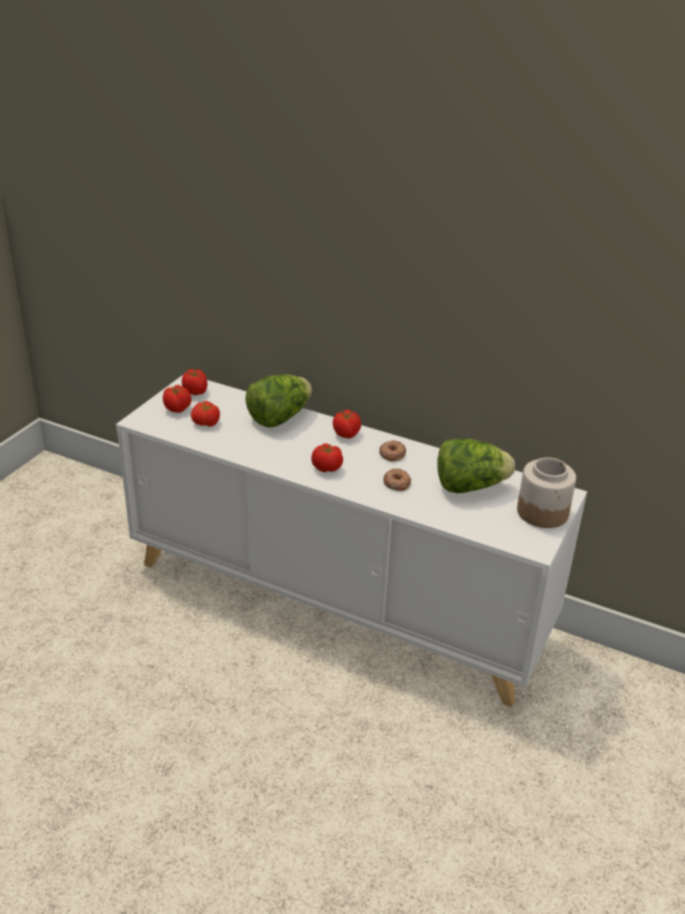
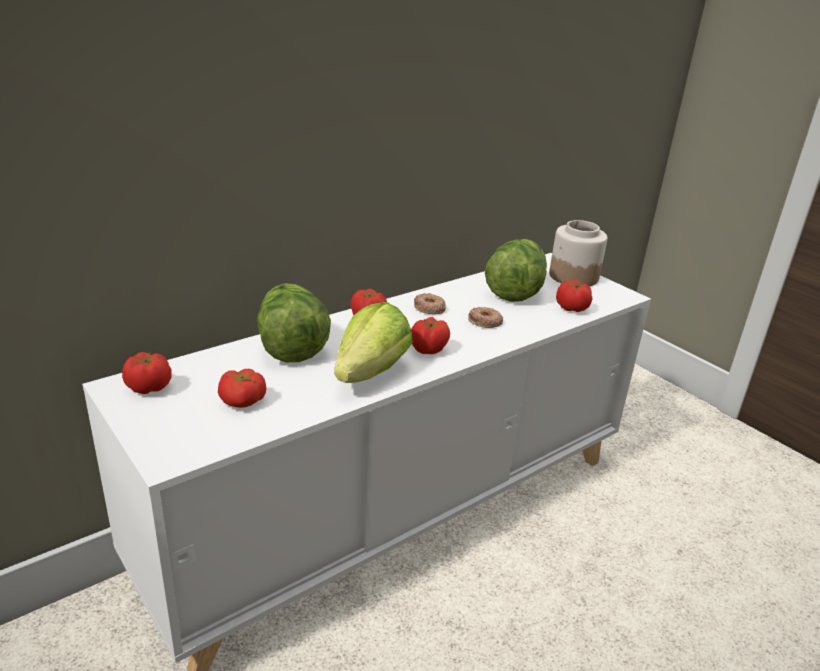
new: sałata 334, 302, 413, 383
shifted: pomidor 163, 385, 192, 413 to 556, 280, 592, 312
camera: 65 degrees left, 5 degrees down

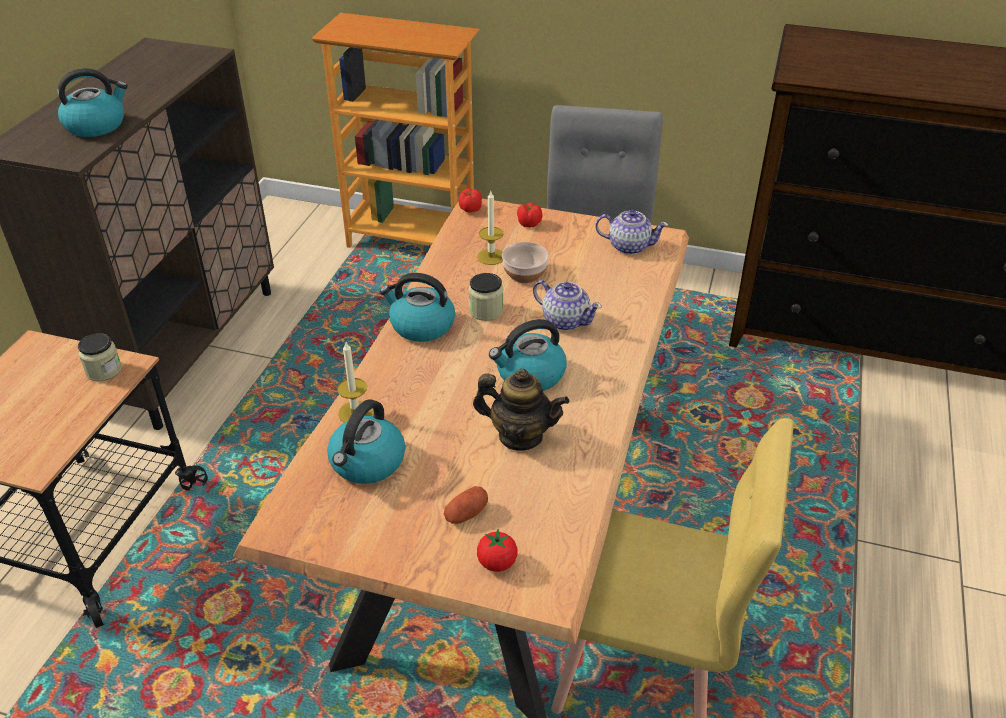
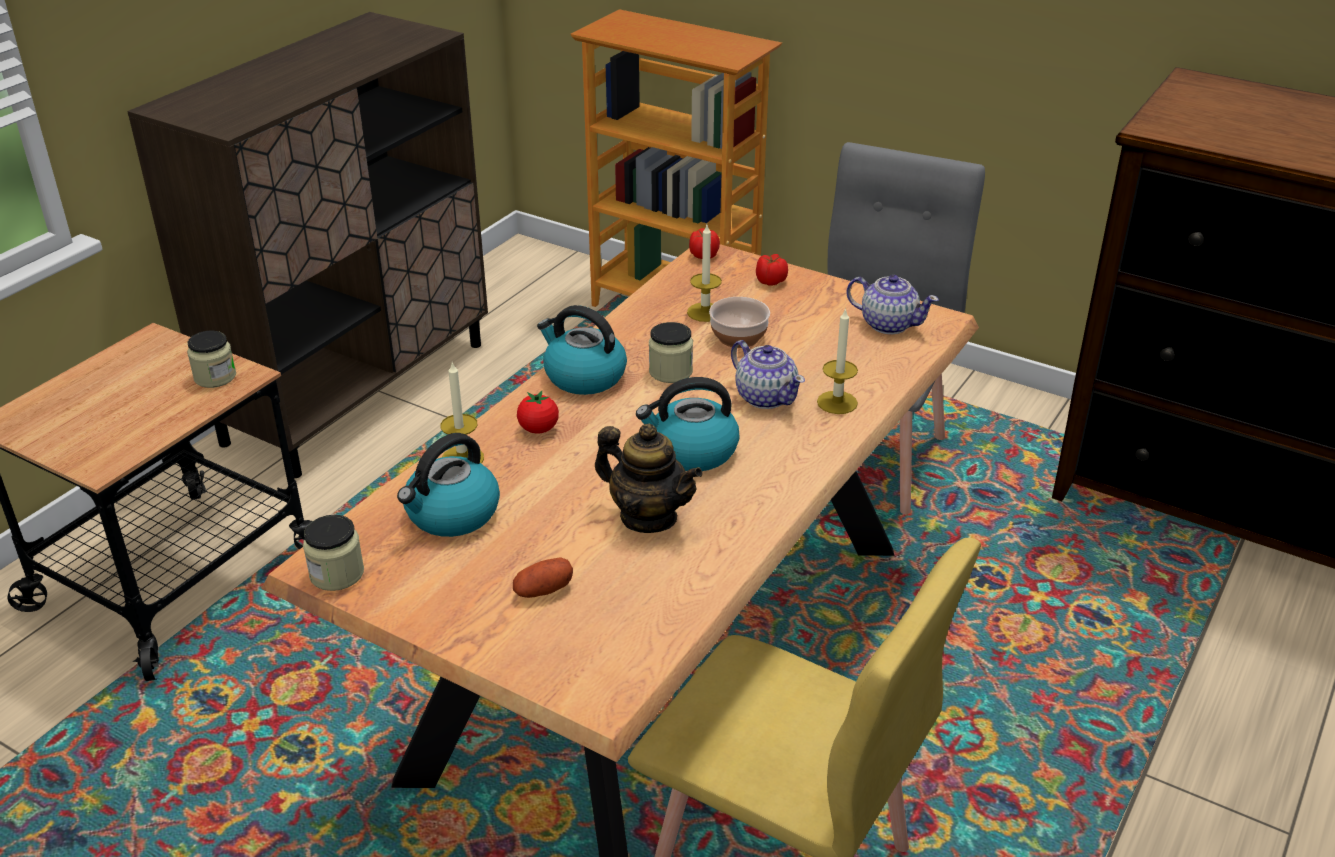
gone: czajnik 58, 68, 128, 137
new: słoik 303, 515, 364, 591; świeca 817, 308, 858, 414
shifted: pomidor 477, 529, 517, 572 to 517, 391, 559, 434
camera: 15 degrees right, 5 degrees down

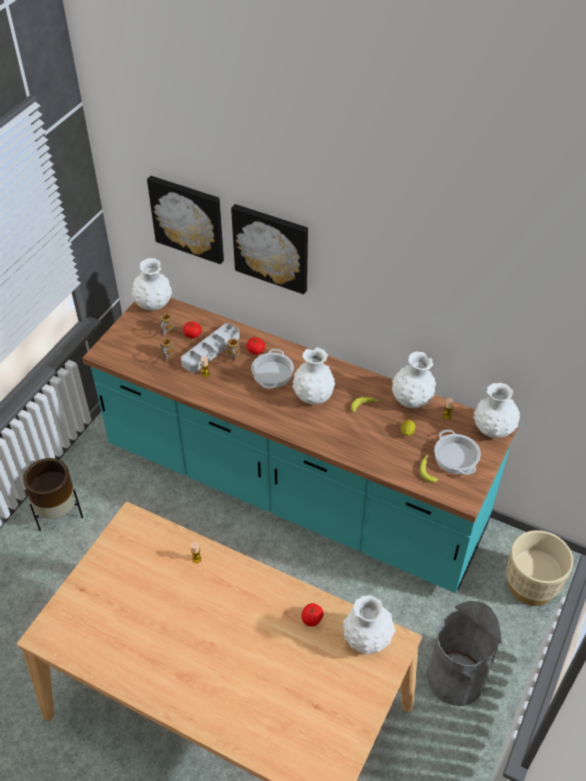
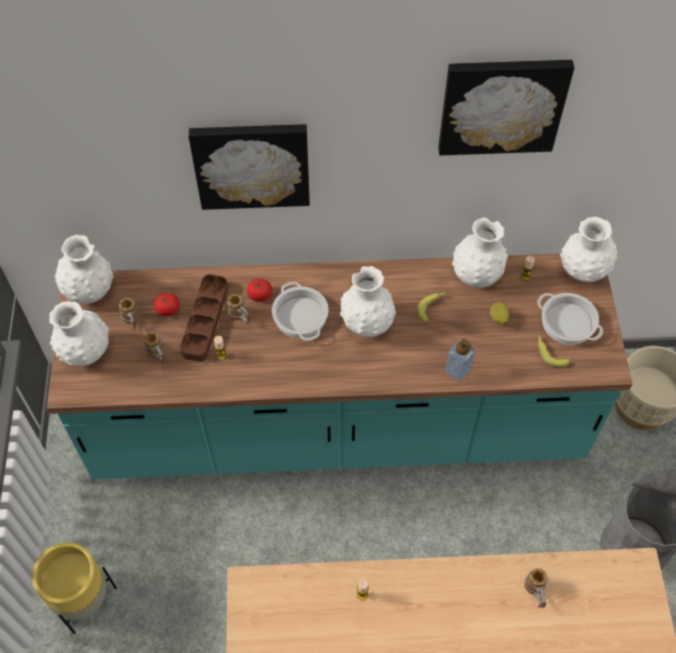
new: dozownik mydła 445, 339, 475, 381
shifted: wazon/biały 343, 595, 395, 654 to 49, 301, 109, 366; obraz 147, 176, 224, 264 to 438, 60, 574, 155
swapped: pomidor 302, 603, 324, 627 to kubek 524, 568, 548, 608
repainted: donica/brązowy 23, 458, 83, 531 to donica/żółty 32, 542, 117, 634; taca/szary 181, 323, 240, 373 to taca/brązowy 180, 274, 228, 362
camera: 30 degrees left, 10 degrees up

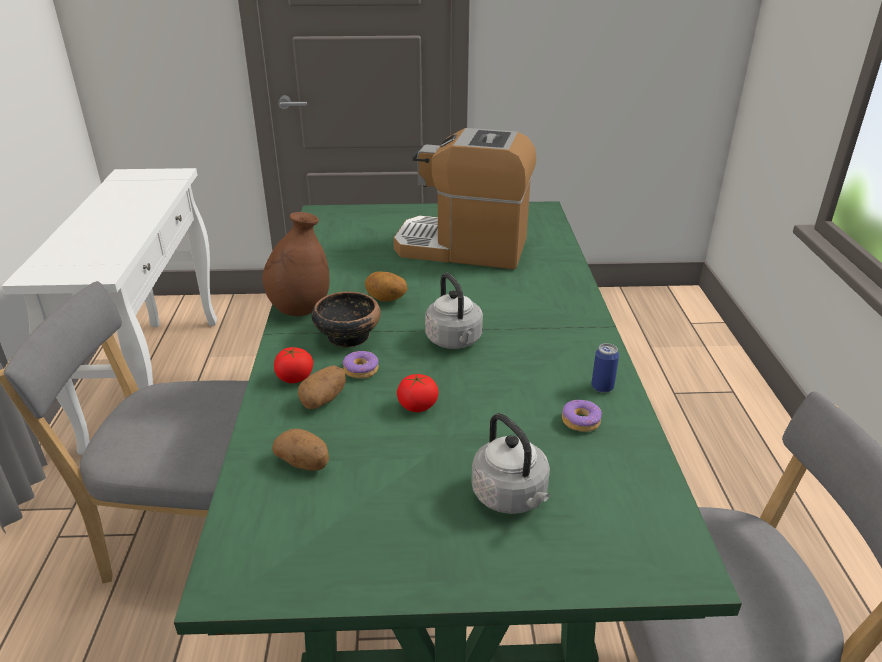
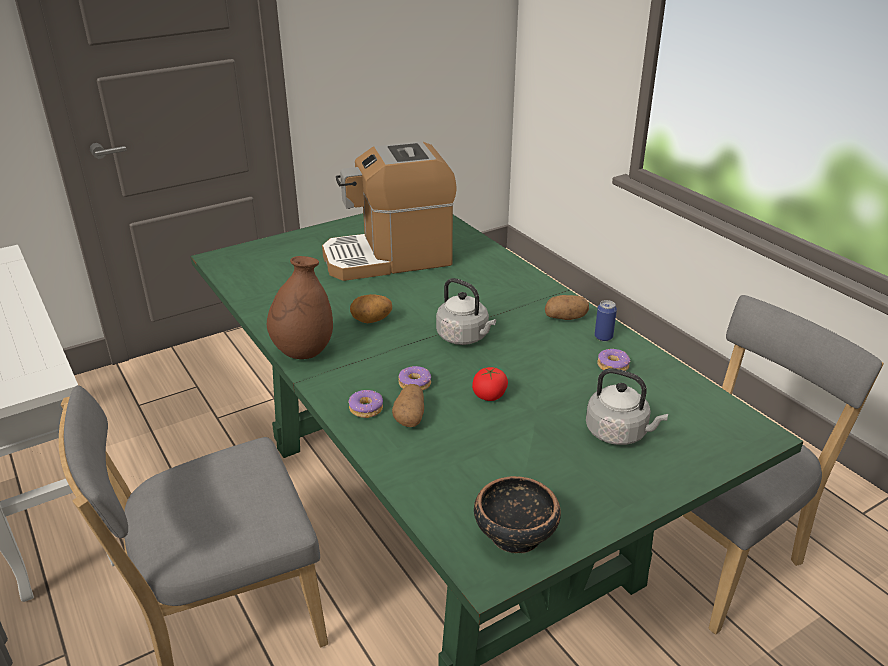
shifted: miska 312, 292, 381, 347 to 474, 476, 561, 553; ziemniak 272, 429, 329, 471 to 545, 295, 589, 320
swapped: pomidor 274, 347, 313, 383 to donut 348, 390, 383, 418
camera: 30 degrees left, 0 degrees up

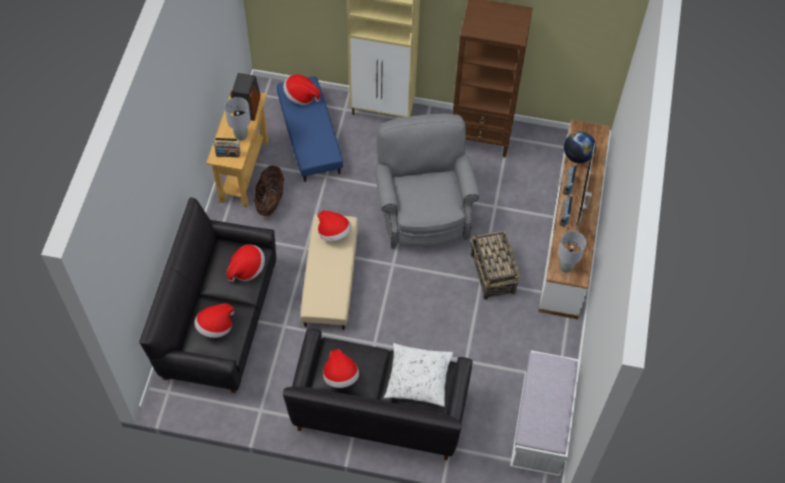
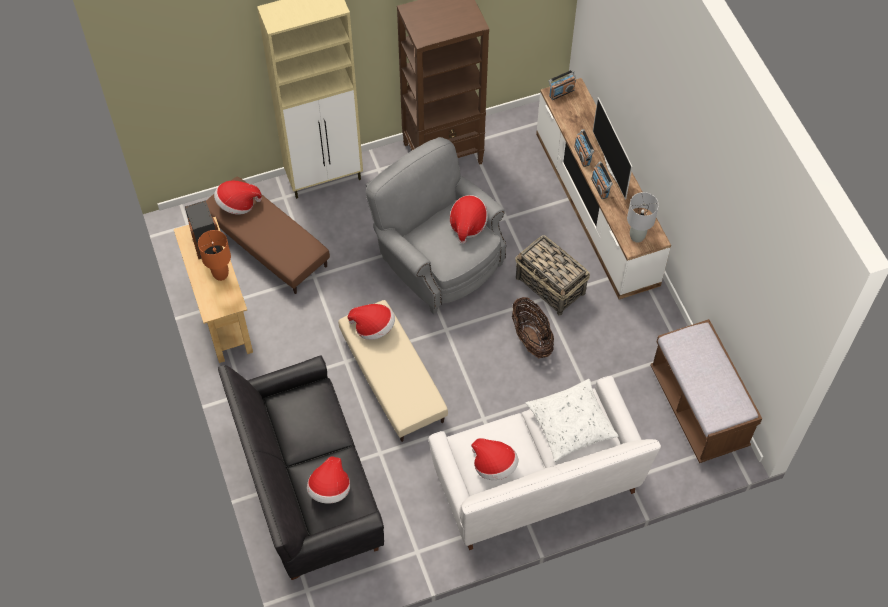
gone: globus 564, 131, 596, 163
shifted: kapelusz 227, 245, 265, 282 to 450, 195, 488, 244; koszyk 254, 165, 284, 216 to 512, 297, 554, 358; radio 213, 138, 240, 157 to 549, 70, 576, 100
repainted: lampa stołowa/szary 225, 97, 251, 141 to lampa stołowa/pomarańczowy 198, 230, 231, 281; pufa/niebieski 277, 76, 343, 182 to pufa/brązowy 206, 177, 330, 294; kanapa/czarny 283, 328, 473, 460 to kanapa/biały 428, 376, 661, 550; ławka/biały 510, 350, 580, 477 to ławka/brązowy 650, 319, 762, 463
camera: 30 degrees left, 0 degrees up

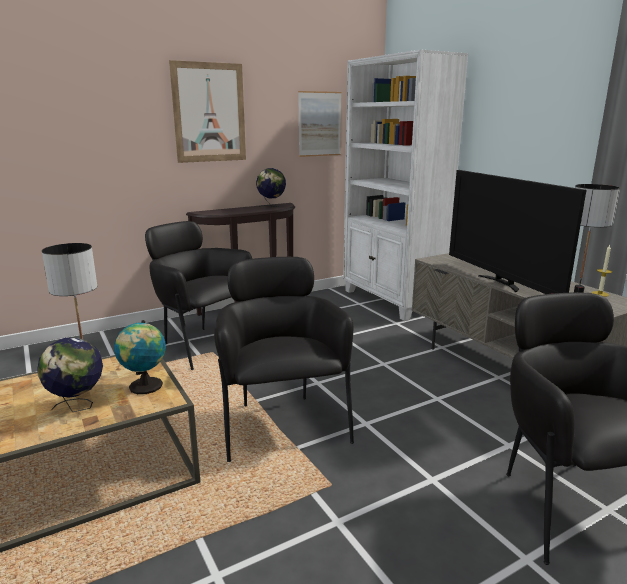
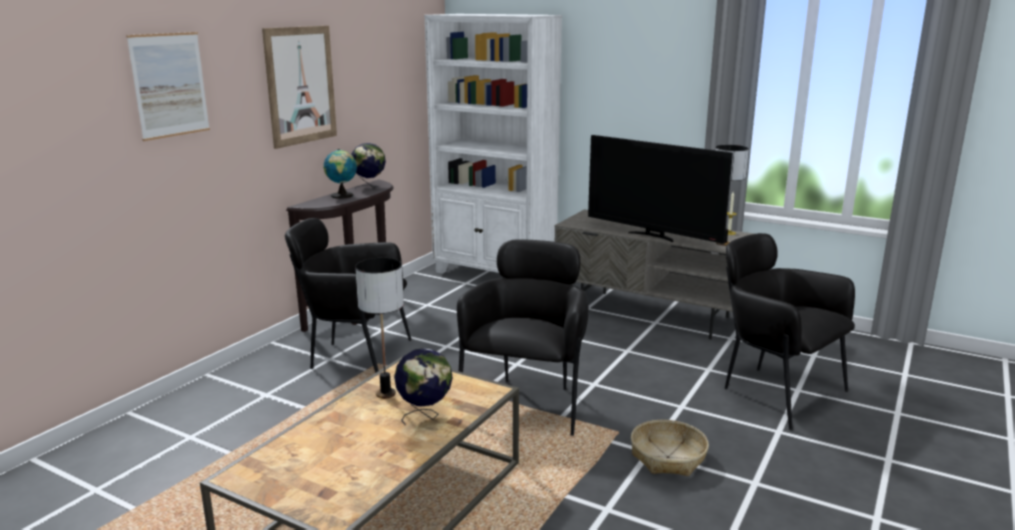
new: koszyk 631, 420, 709, 476
shifted: obraz 298, 91, 342, 157 to 126, 32, 210, 141; globus 114, 320, 166, 394 to 324, 149, 357, 199
rotated: fotel/czarny 214, 257, 354, 462 = 457, 239, 589, 436 60 degrees clockwise
camera: 30 degrees left, 0 degrees up

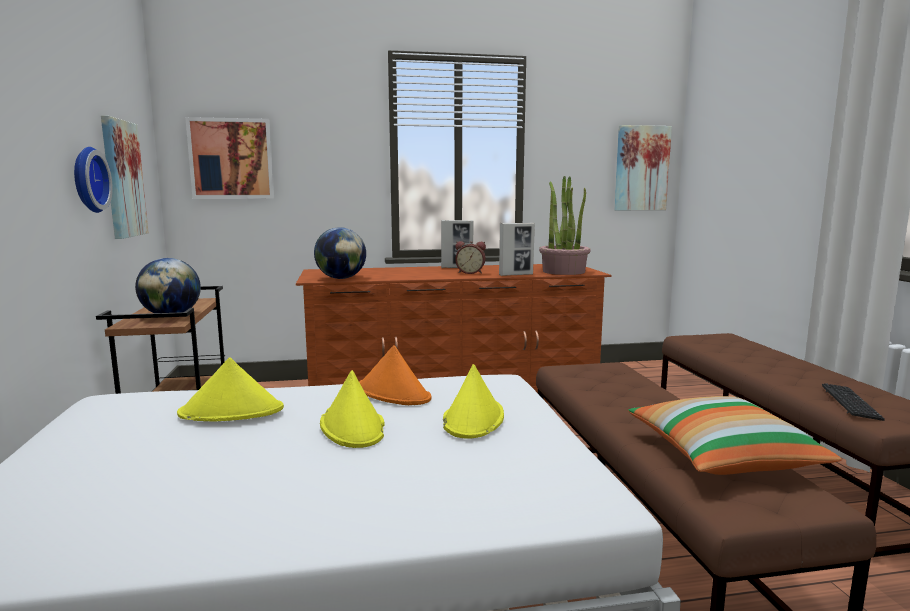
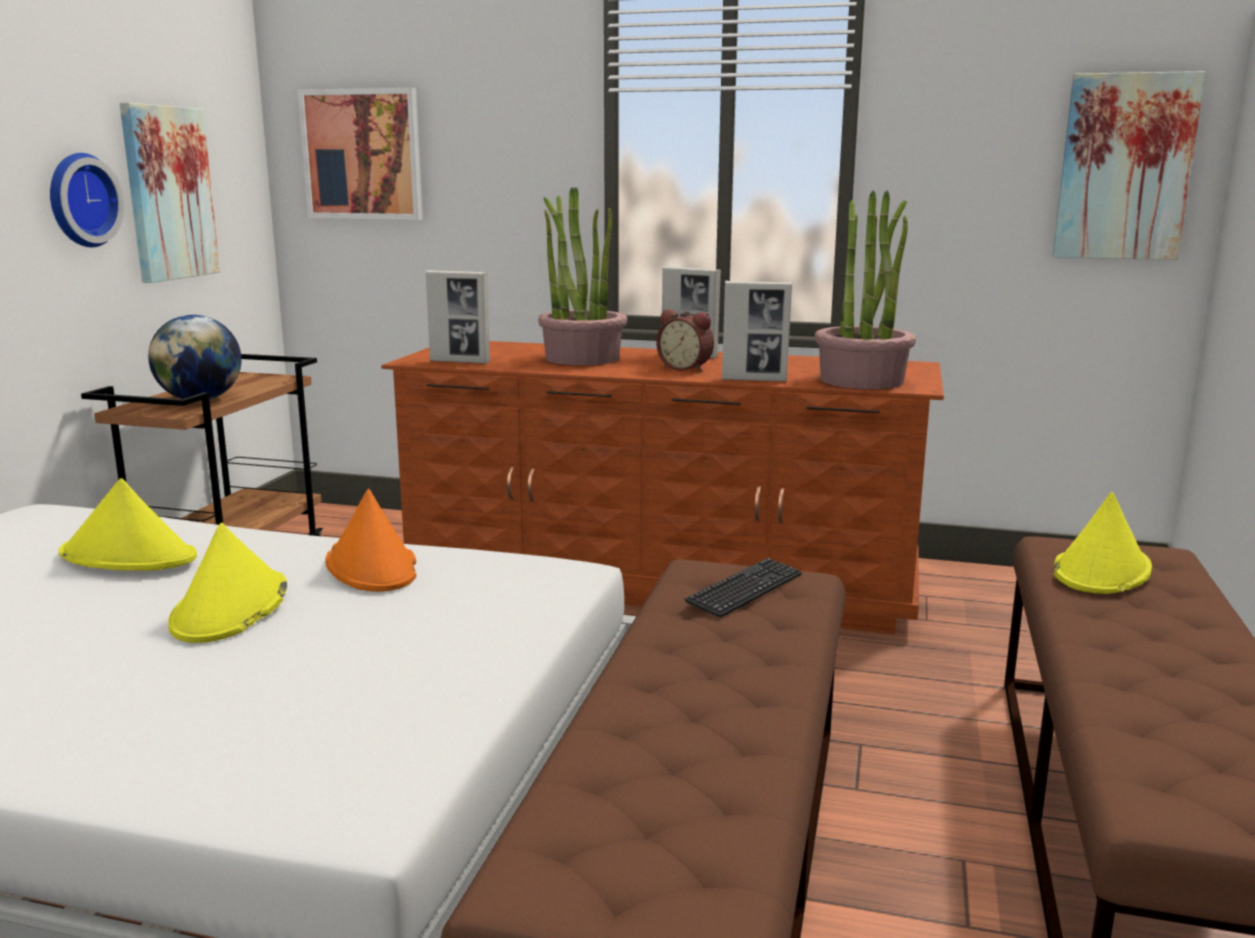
gone: poduszka 628, 396, 842, 475
new: roślina doniczkowa 538, 187, 627, 365
shifted: klawiatura 822, 383, 885, 421 to 684, 558, 802, 618; kapelusz/żółty 443, 364, 504, 439 to 1054, 492, 1152, 594
swapped: globus 314, 227, 366, 279 to ramka na zdjęcie 426, 270, 490, 364
camera: 25 degrees right, 5 degrees up

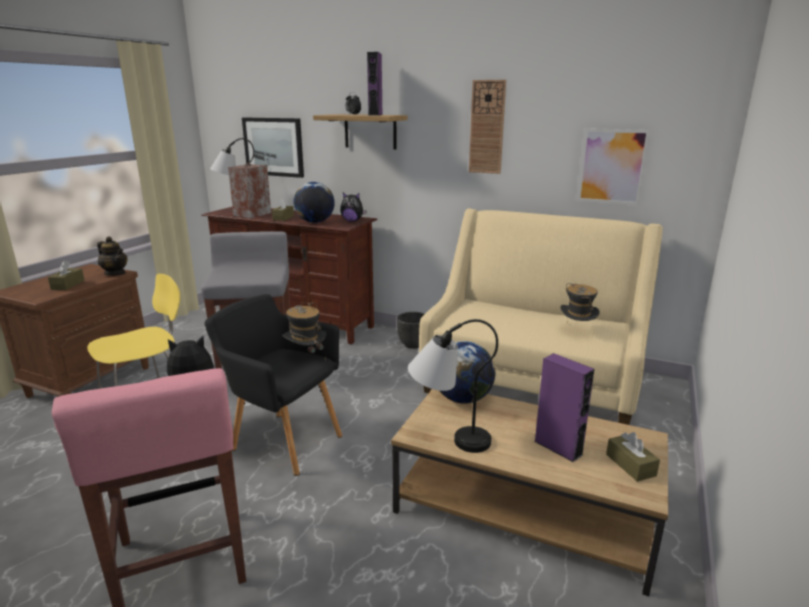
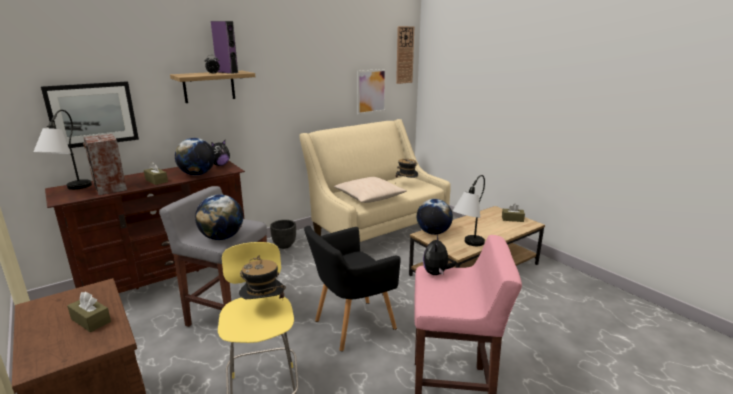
gone: imbryk 97, 236, 128, 276; głośnik/fioletowy 534, 353, 594, 462
new: globus 195, 194, 243, 240; poduszka/beżowy 334, 177, 406, 203
shifted: kapelusz 282, 302, 326, 359 to 239, 255, 286, 299; zegar ścienny 469, 80, 506, 174 to 396, 26, 414, 84
camera: 60 degrees left, 0 degrees up

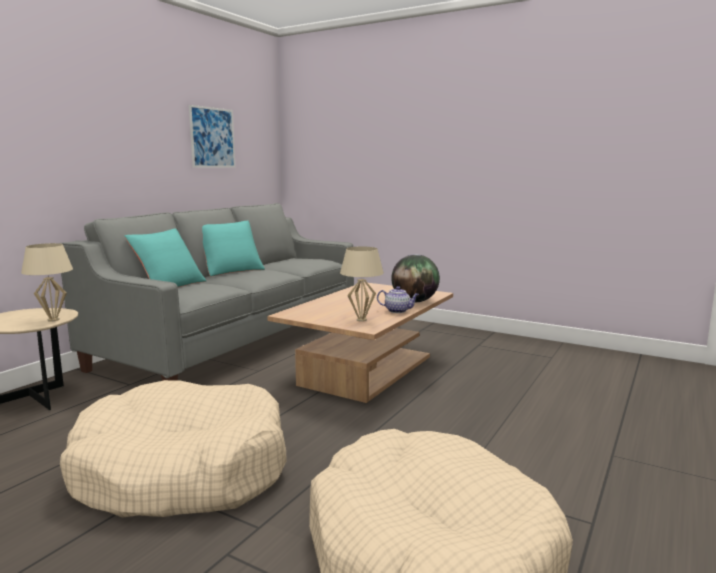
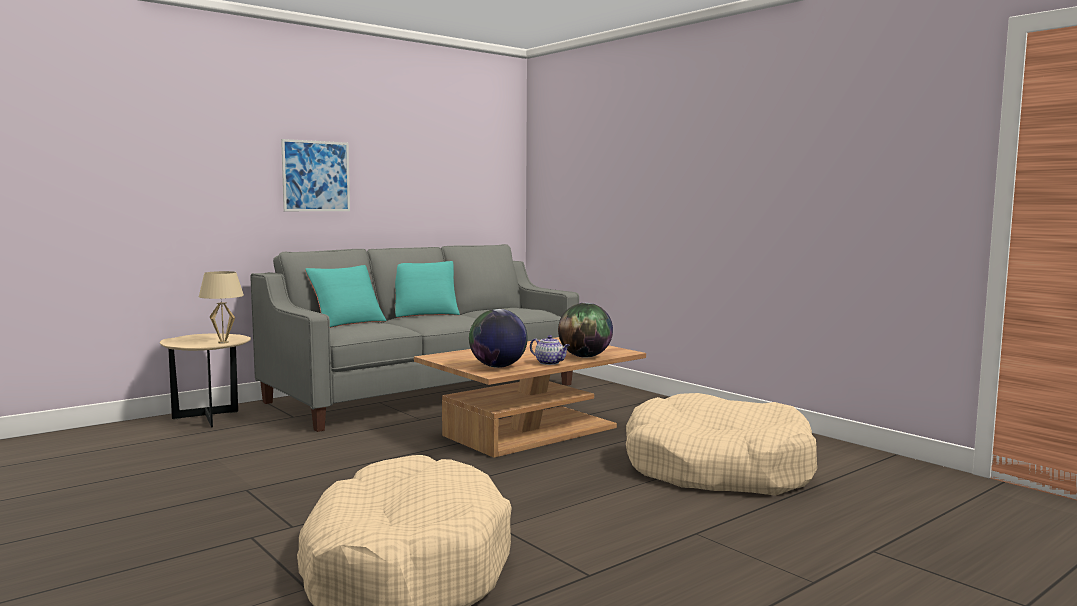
shifted: obraz 189, 105, 235, 168 to 281, 139, 350, 211; legowisko/beżowy 60, 380, 287, 518 to 626, 393, 817, 496
swapped: lampa stołowa/beżowy 340, 247, 384, 321 to globus 469, 309, 528, 368
camera: 20 degrees right, 5 degrees down

